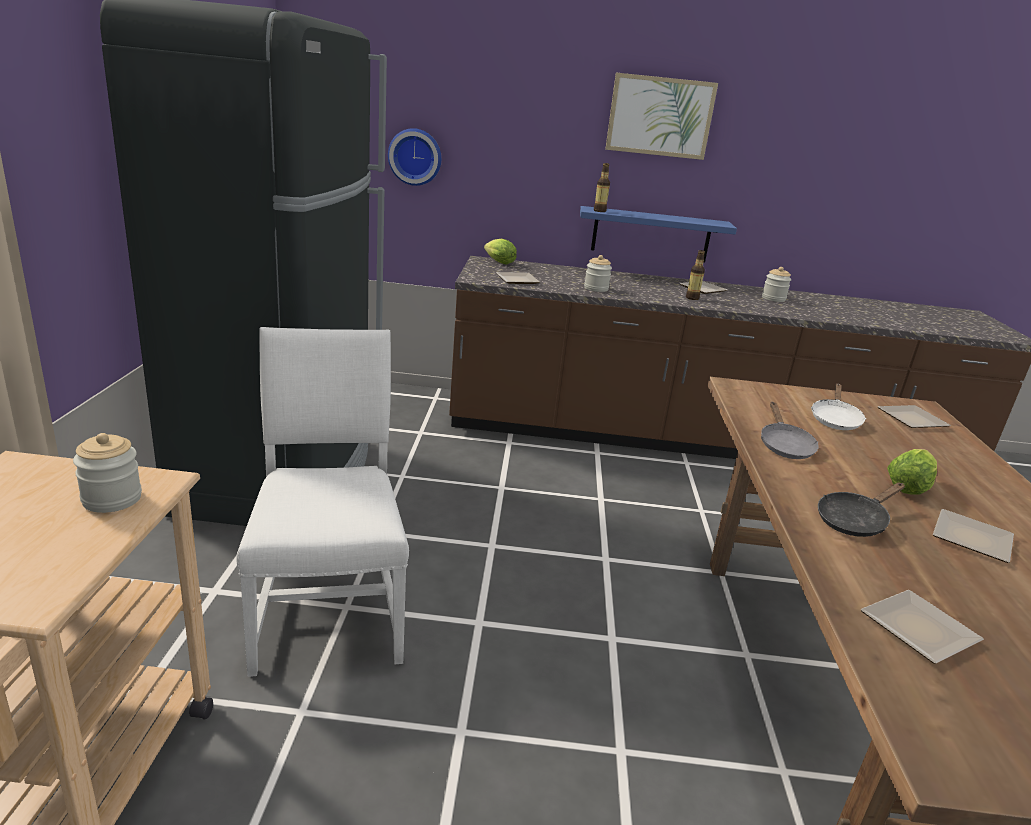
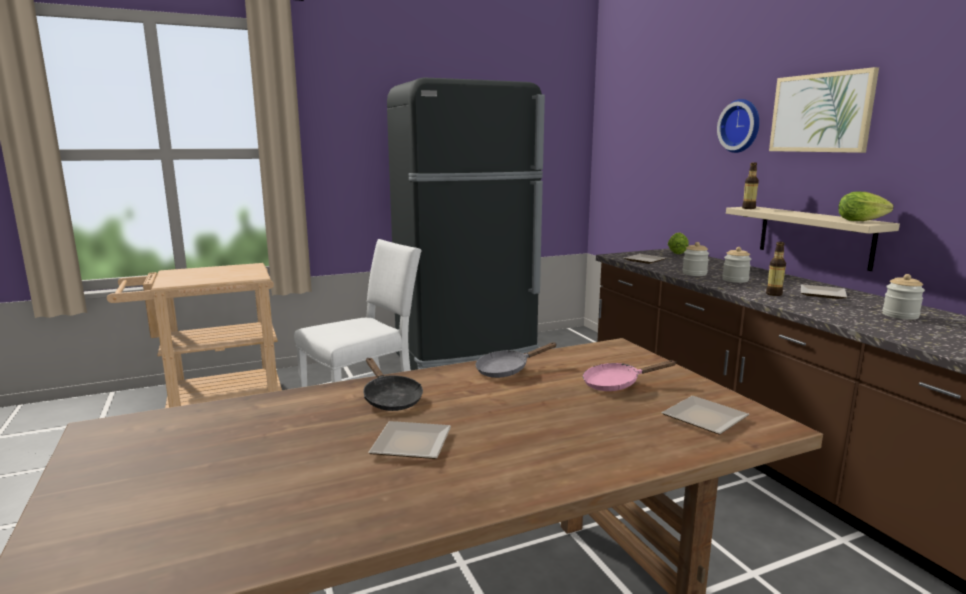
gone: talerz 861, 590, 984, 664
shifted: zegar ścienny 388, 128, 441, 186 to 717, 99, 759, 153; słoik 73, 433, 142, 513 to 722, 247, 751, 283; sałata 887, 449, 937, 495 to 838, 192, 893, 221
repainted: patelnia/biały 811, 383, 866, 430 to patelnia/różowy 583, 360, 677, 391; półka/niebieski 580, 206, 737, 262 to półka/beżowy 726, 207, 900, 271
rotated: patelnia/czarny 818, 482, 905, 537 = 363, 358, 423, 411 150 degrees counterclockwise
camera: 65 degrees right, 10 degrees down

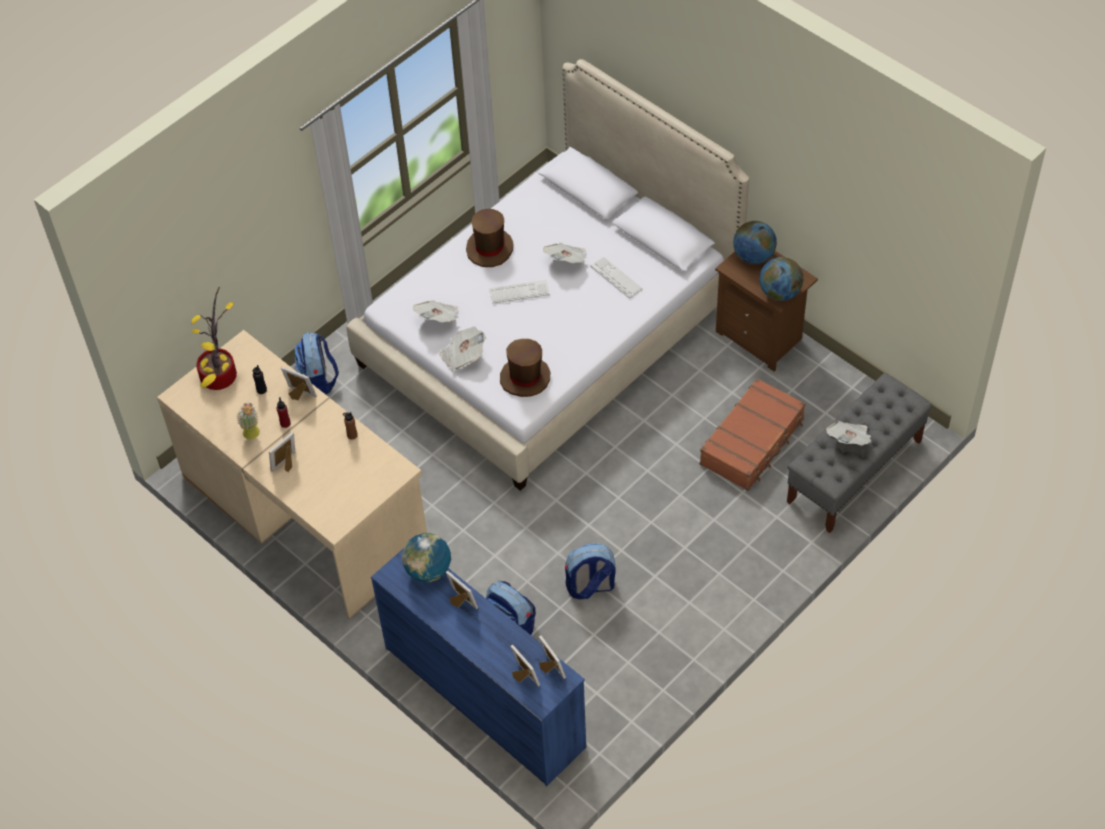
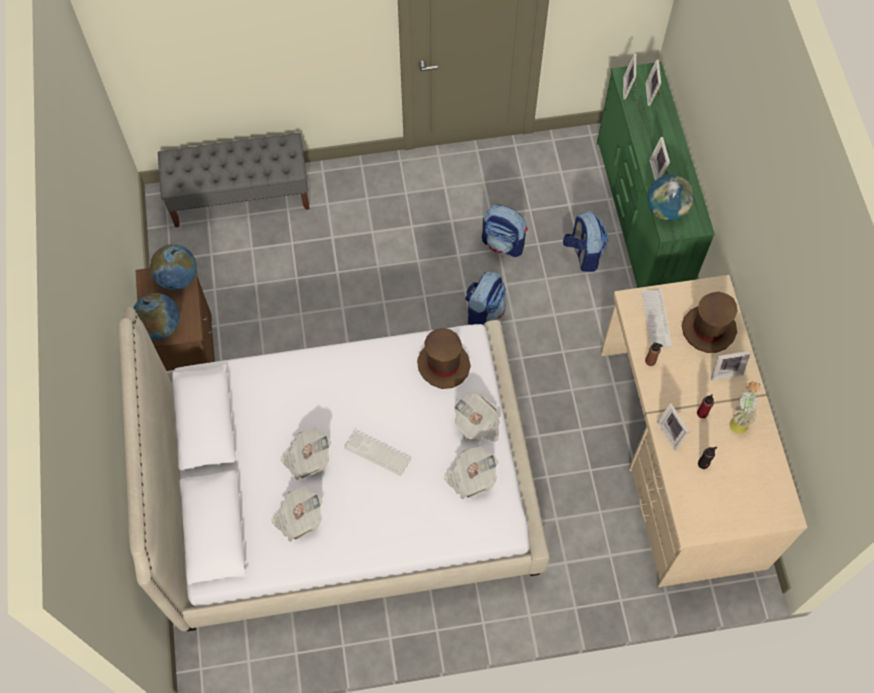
gone: roślina doniczkowa 191, 287, 237, 390; walizka/brązowy 699, 378, 805, 491
shifted: gazeta 826, 421, 872, 445 to 272, 487, 322, 542; plecak 294, 332, 339, 394 to 465, 271, 506, 325; klawiatura 590, 256, 643, 299 to 641, 289, 672, 348; kapelusz/brązowy 466, 209, 514, 267 to 682, 292, 738, 353
repainted: komoda/niebieski 371, 548, 586, 786 to komoda/zielony 597, 62, 715, 288
camera: 145 degrees left, 10 degrees up

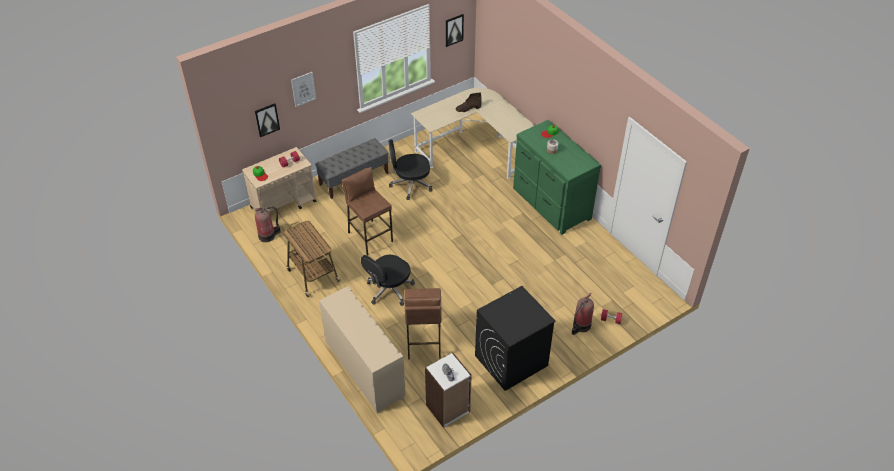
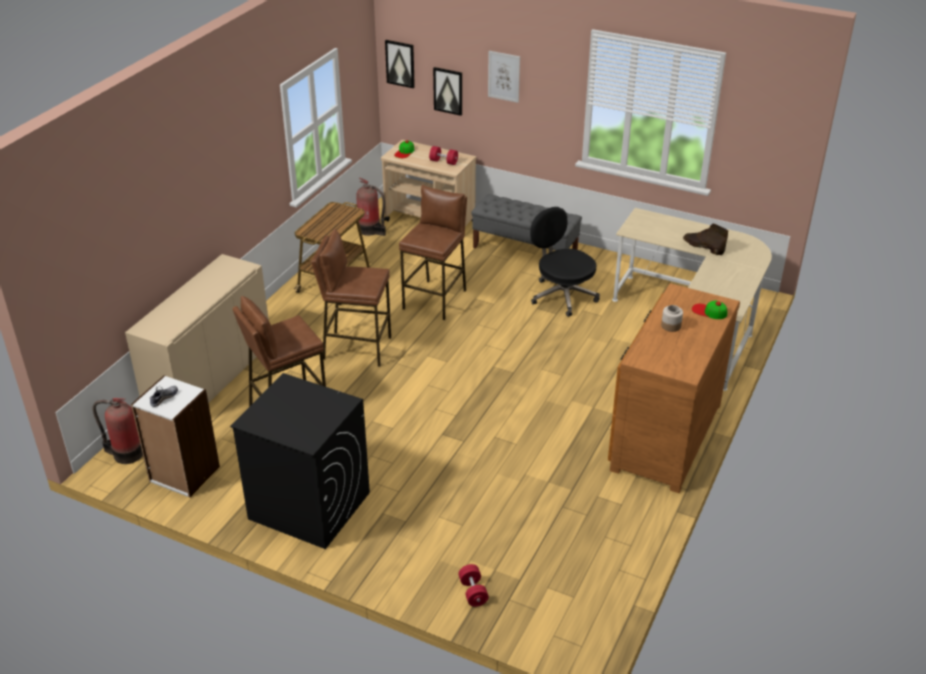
shifted: gaśnica 572, 293, 594, 335 to 92, 398, 143, 464; obraz 445, 14, 464, 47 to 385, 40, 415, 88
swapped: krzesło biurowe/czarny 361, 255, 415, 306 to stołek/brązowy 311, 229, 391, 367
repainted: komoda/zielony 513, 120, 601, 235 to komoda/brązowy 608, 283, 740, 493
camera: 60 degrees right, 10 degrees down

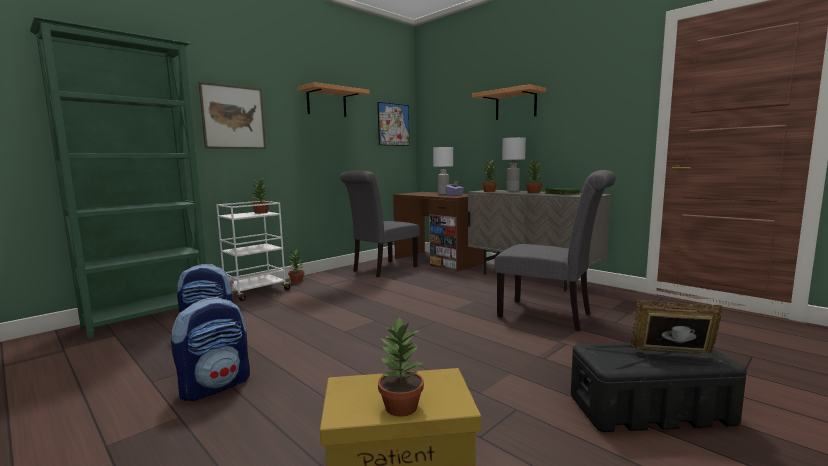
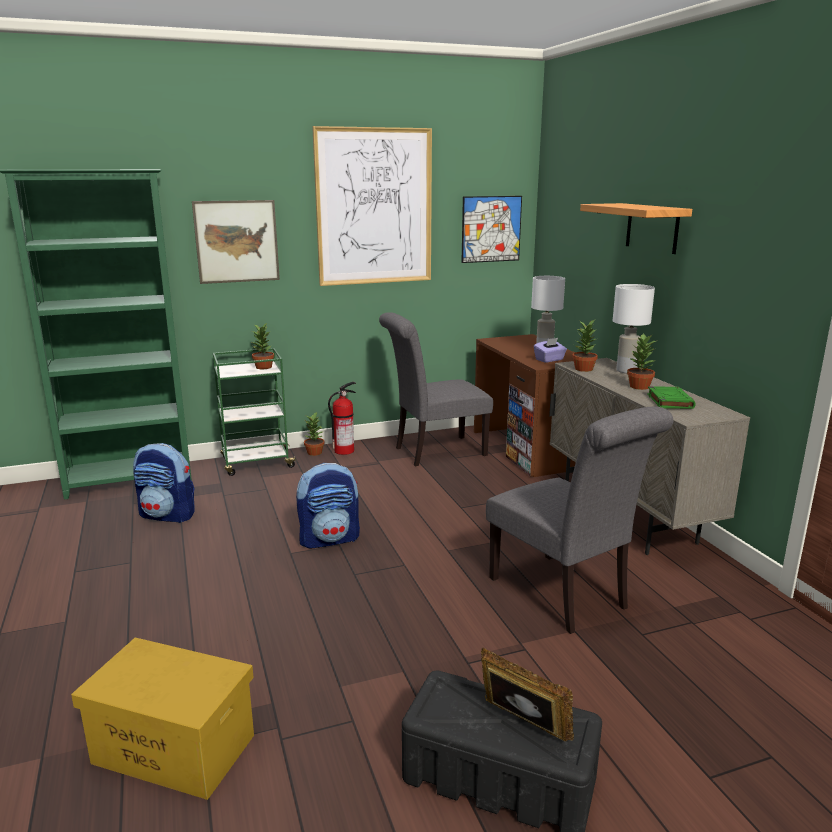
gone: roślina doniczkowa 378, 316, 424, 417
new: gaśnica 328, 382, 356, 455
shifted: plecak 171, 297, 250, 401 to 296, 463, 360, 548
swapped: półka 298, 82, 370, 117 to obraz 312, 126, 432, 286
repainted: wózek/biały 216, 201, 293, 301 to wózek/zielony 213, 348, 298, 476
camera: 25 degrees right, 10 degrees up

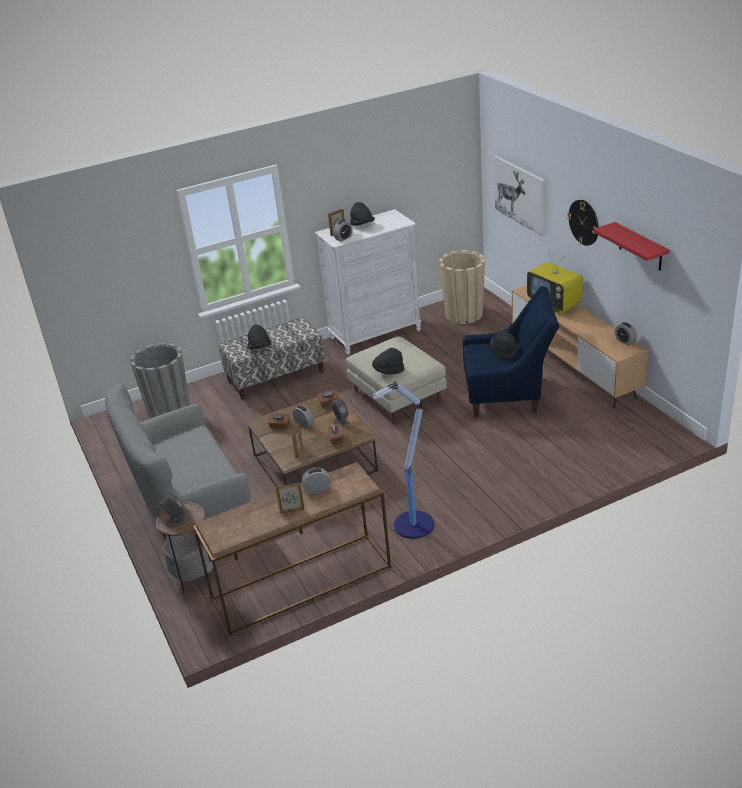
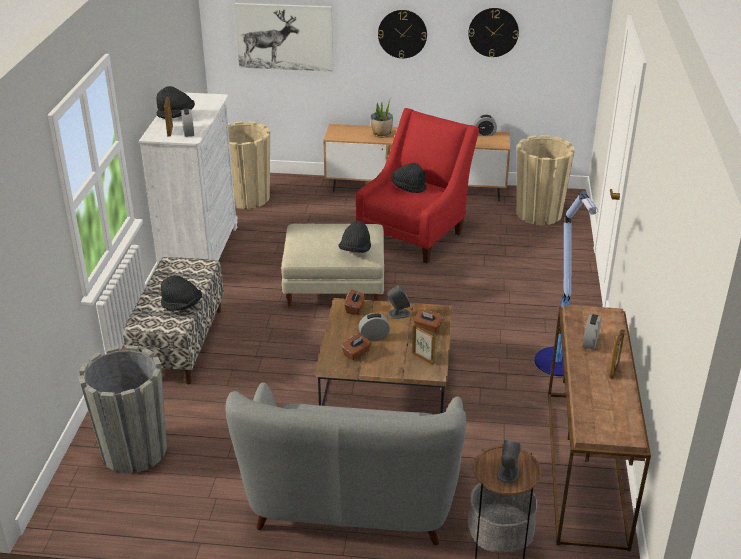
new: donica/beżowy 516, 135, 575, 225
swapped: telewizor 527, 250, 583, 314 to roślina doniczkowa 371, 97, 393, 138; półka/czerwony 593, 222, 670, 271 to zegar ścienny 468, 8, 519, 57
repainted: fotel/niebieski 463, 286, 559, 417 to fotel/czerwony 356, 108, 479, 263
camera: 60 degrees left, 0 degrees up

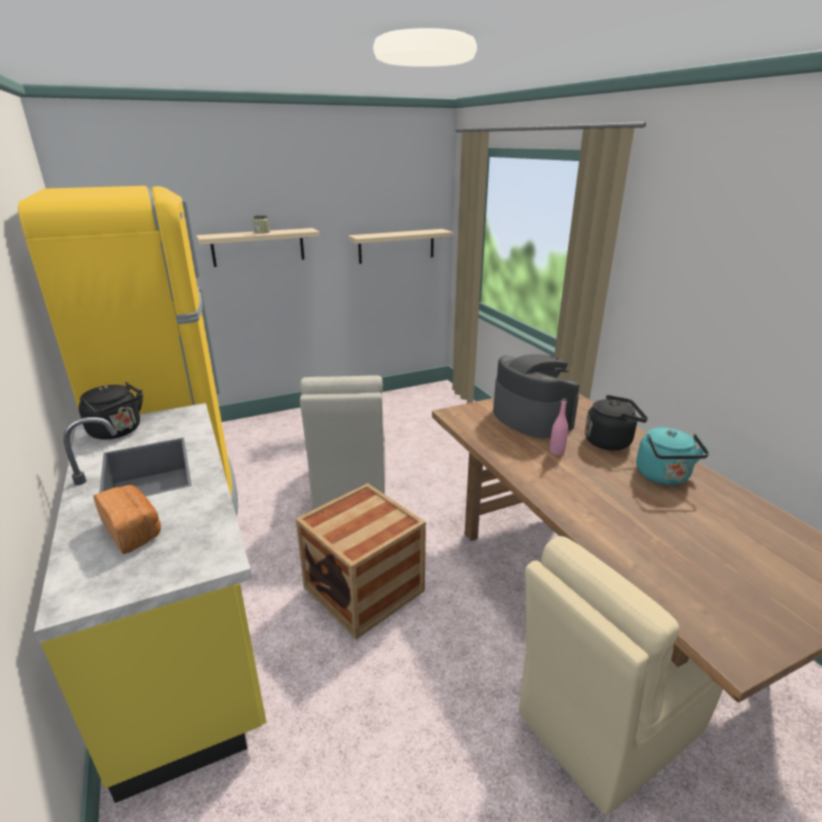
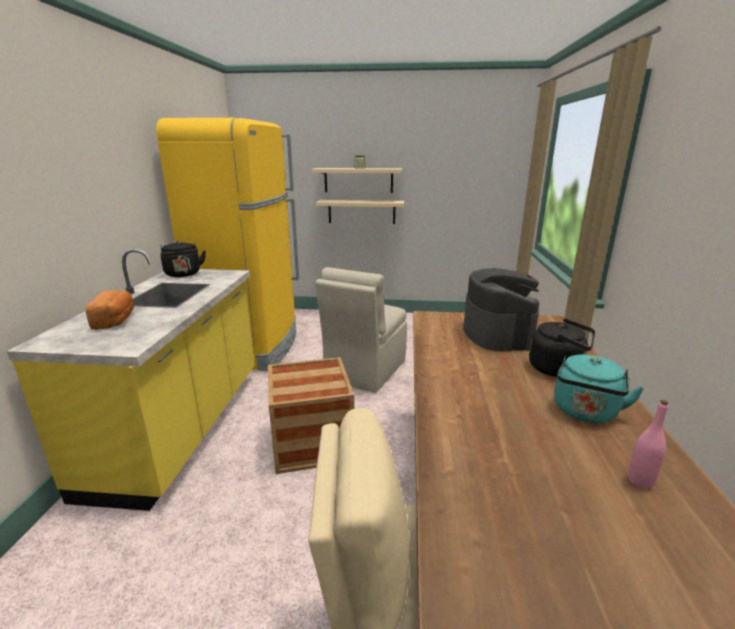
shifted: półka/beżowy 348, 229, 454, 264 to 316, 200, 404, 224; butelka/różowy 550, 398, 568, 455 to 628, 400, 669, 489
camera: 30 degrees right, 5 degrees down

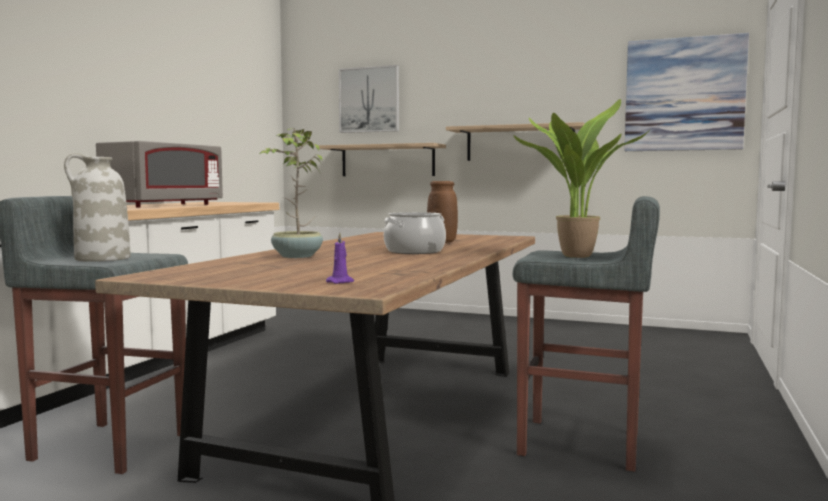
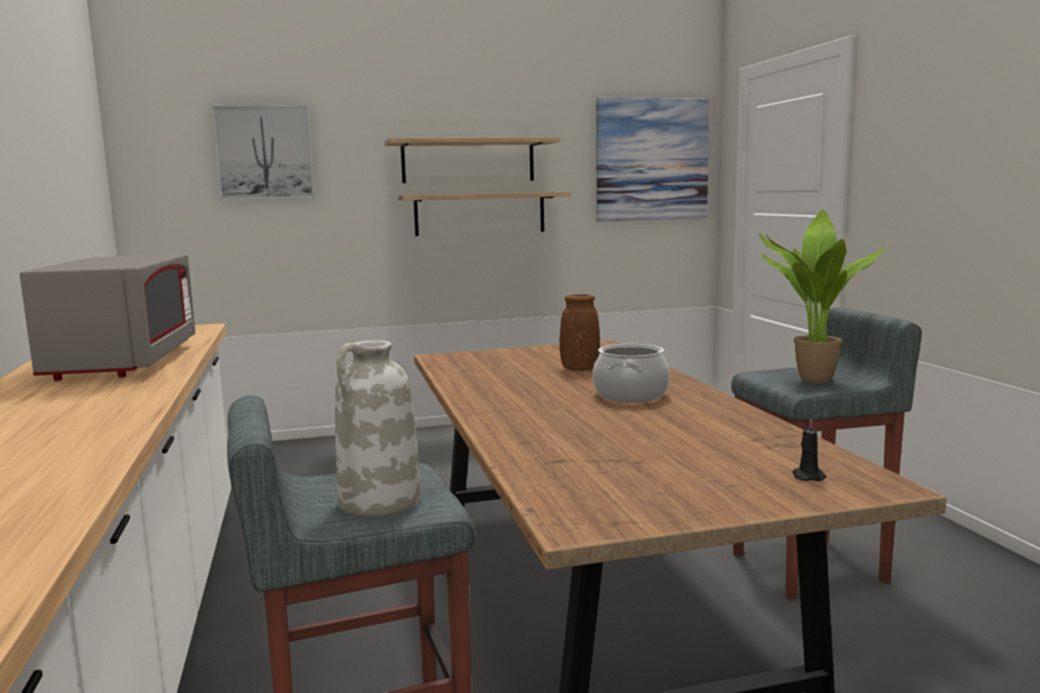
gone: roślina doniczkowa 259, 128, 323, 258
shifted: półka 319, 143, 446, 176 to 385, 137, 560, 183
repainted: świeca/fioletowy 326, 232, 354, 284 to świeca/czarny 793, 419, 826, 481
camera: 35 degrees left, 5 degrees up

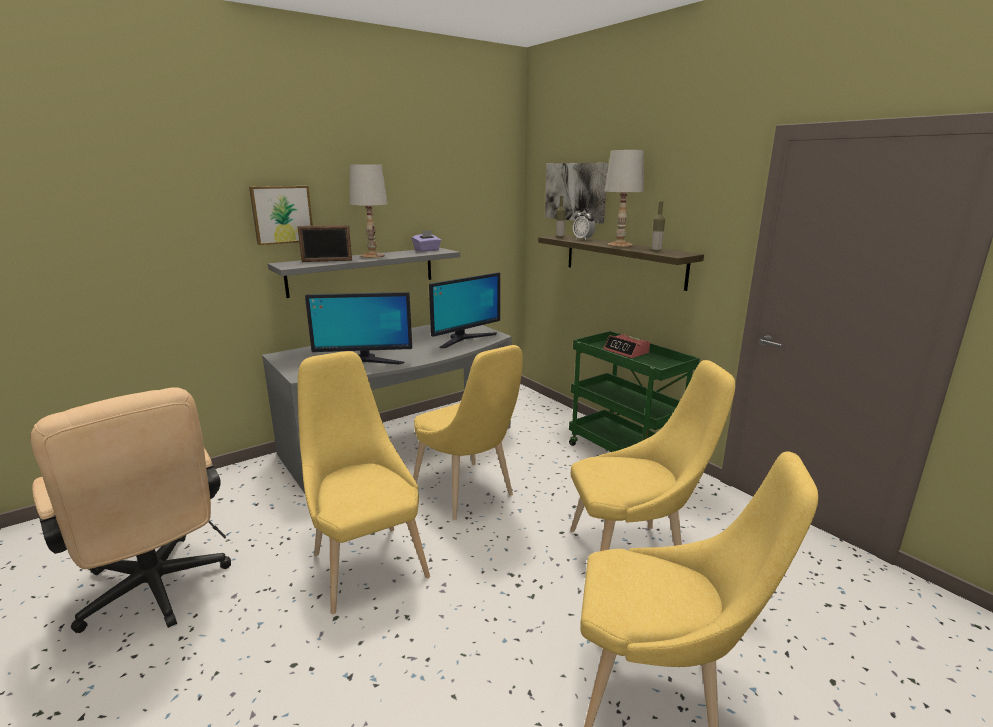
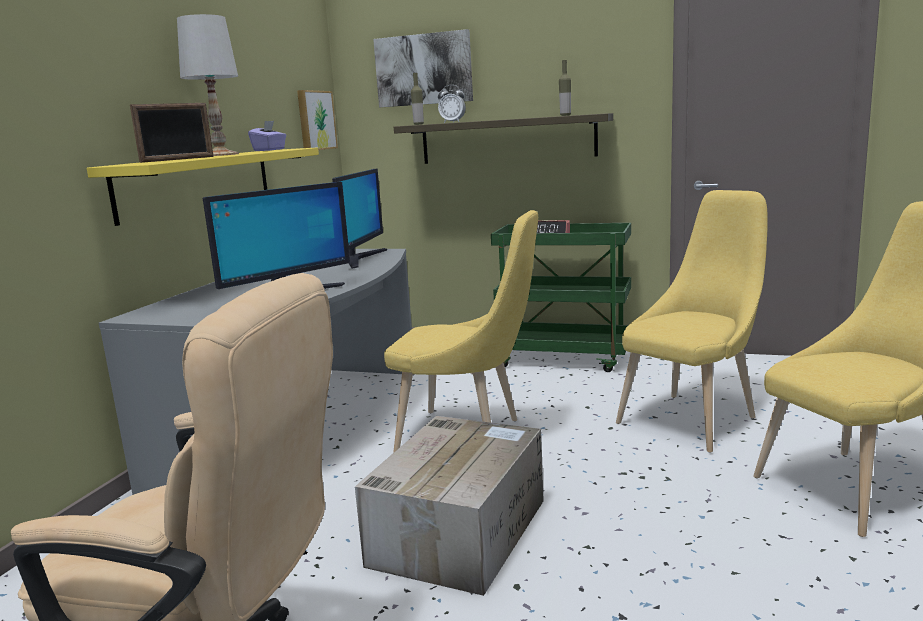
gone: lampa stołowa/biały 605, 150, 644, 247
shifted: obraz 249, 186, 313, 245 to 297, 90, 338, 150
swapped: krzesło/żółty 298, 351, 430, 614 to karton 355, 416, 544, 596
repainted: półka/szary 268, 248, 460, 298 to półka/żółty 87, 147, 319, 226
camera: 35 degrees left, 5 degrees down

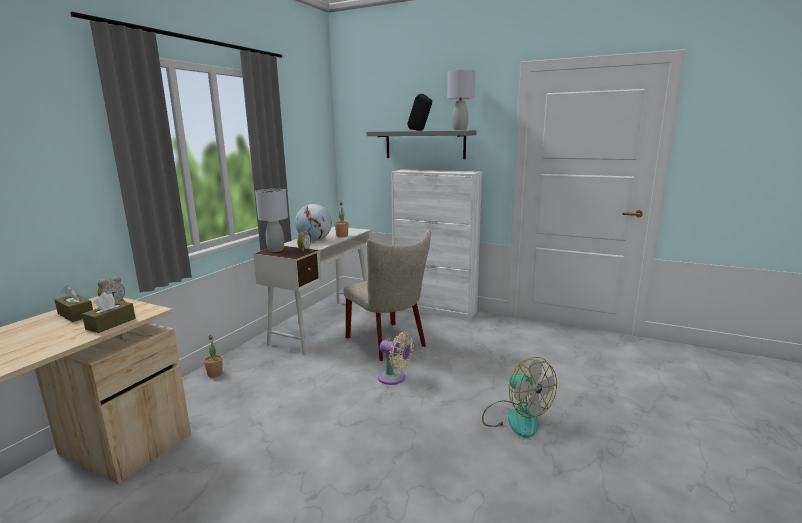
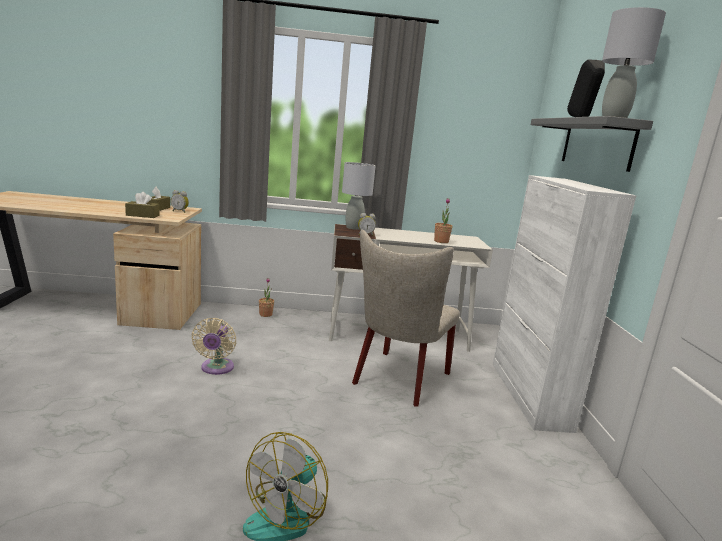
gone: globus 295, 204, 332, 241
shifted: wentylator/beżowy 378, 332, 414, 385 to 192, 318, 236, 375
camera: 60 degrees right, 0 degrees up

